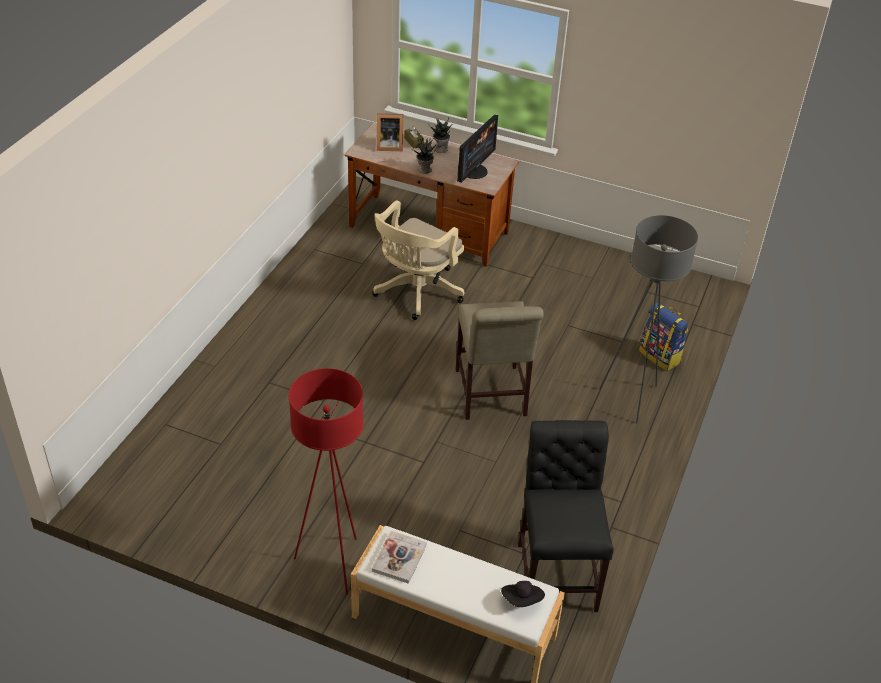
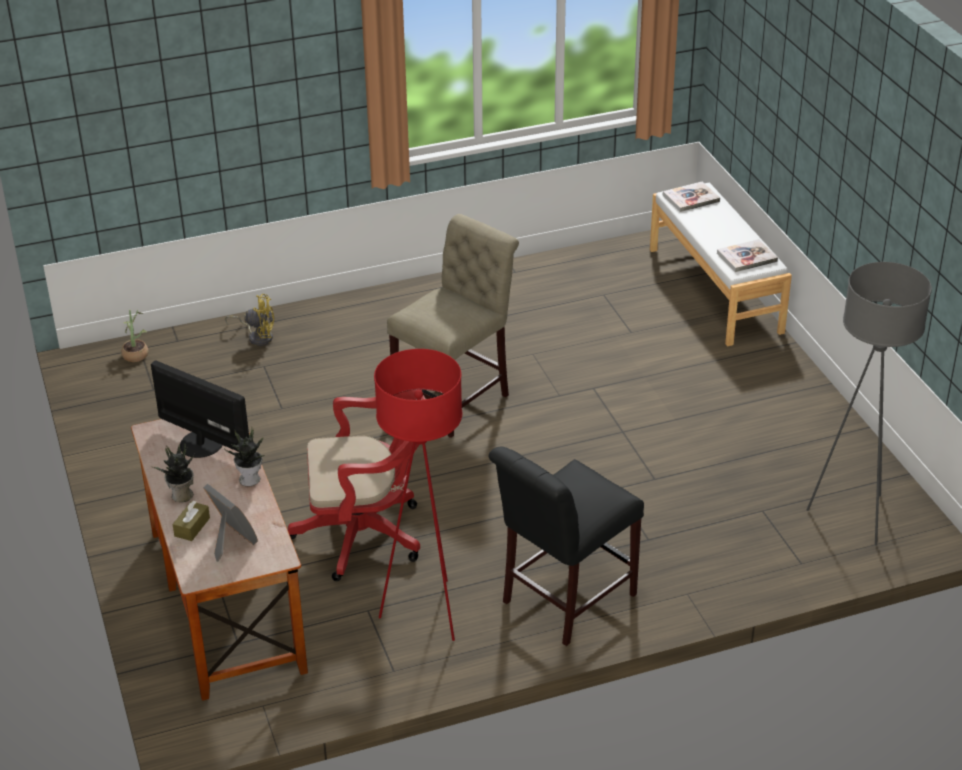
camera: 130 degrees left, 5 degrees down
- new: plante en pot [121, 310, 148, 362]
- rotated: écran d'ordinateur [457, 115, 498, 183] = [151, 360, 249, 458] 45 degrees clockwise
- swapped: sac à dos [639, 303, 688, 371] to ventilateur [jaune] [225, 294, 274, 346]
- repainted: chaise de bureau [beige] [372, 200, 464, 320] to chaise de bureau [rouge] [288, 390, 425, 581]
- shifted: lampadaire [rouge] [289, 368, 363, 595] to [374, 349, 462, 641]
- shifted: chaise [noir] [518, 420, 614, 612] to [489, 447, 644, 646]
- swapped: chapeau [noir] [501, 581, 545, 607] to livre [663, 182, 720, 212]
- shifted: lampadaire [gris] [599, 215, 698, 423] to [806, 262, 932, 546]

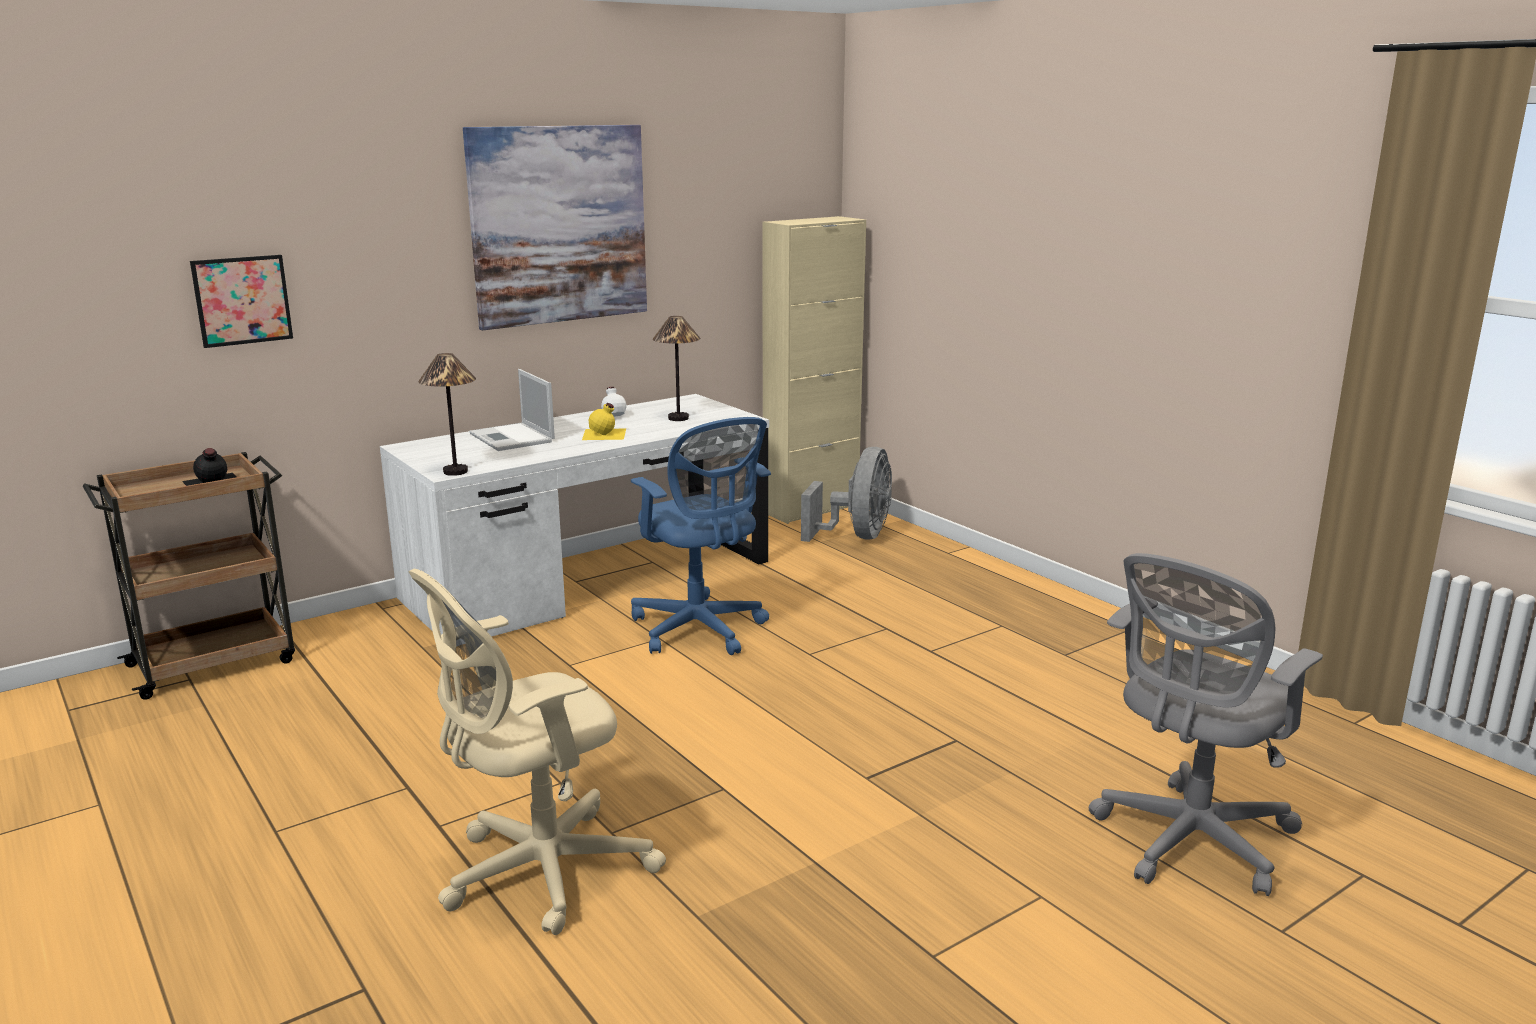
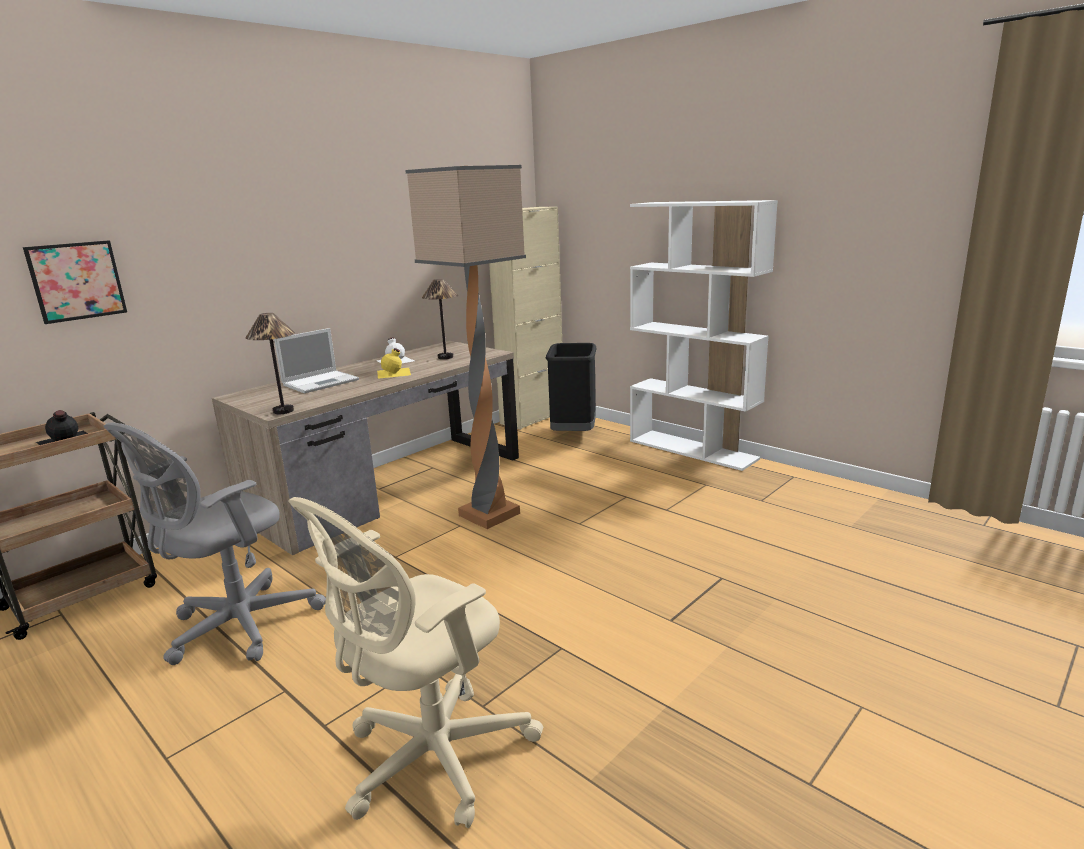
camera: 10 degrees left, 0 degrees up
- shifted: chaise de bureau [gris] [1089, 553, 1323, 896] to [104, 422, 326, 665]
- repainted: bureau [blanc] [380, 394, 769, 637] to bureau [marron] [212, 341, 519, 555]
- rotated: ordinateur portable [469, 369, 555, 451] = [274, 328, 359, 393] 90 degrees counterclockwise
- swapped: chaise de bureau [bleu] [631, 417, 771, 655] to lampadaire [405, 165, 526, 529]
- swapped: ventilateur [gris] [801, 447, 892, 542] to poubelle [noir] [546, 343, 597, 431]
- new: bibliothèque [blanc] [630, 200, 778, 471]
- gone: tableau [463, 125, 647, 330]

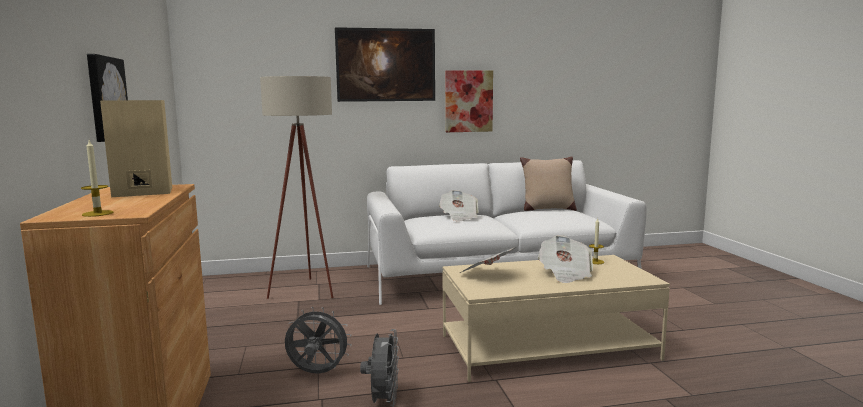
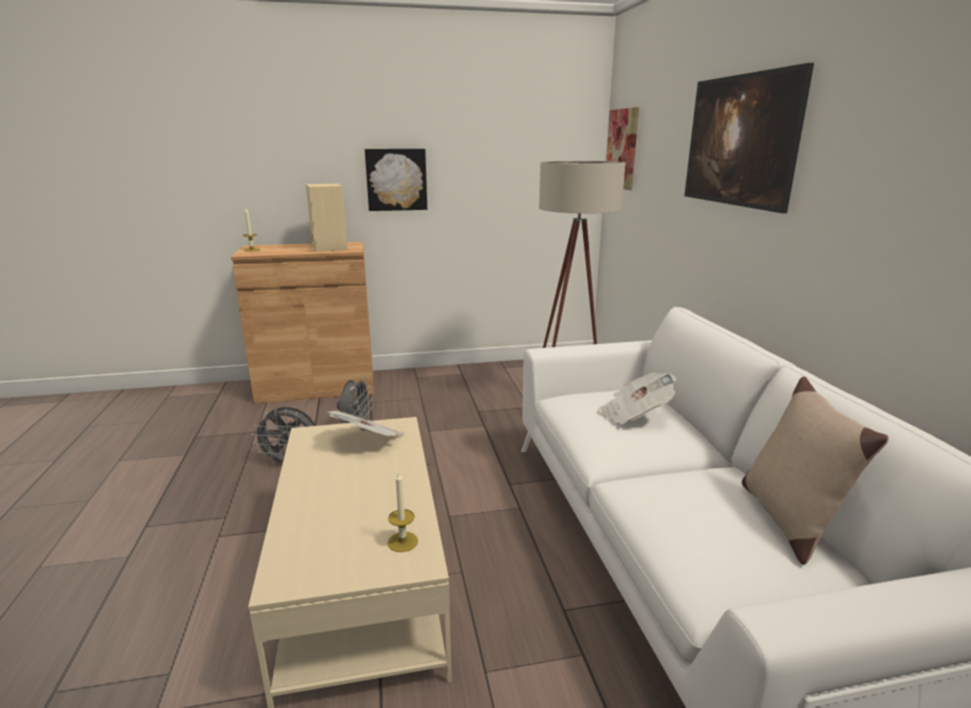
camera: 90 degrees right, 10 degrees up
- shifted: tableau [445, 70, 493, 132] to [606, 107, 639, 190]
- gone: journal [538, 235, 593, 283]

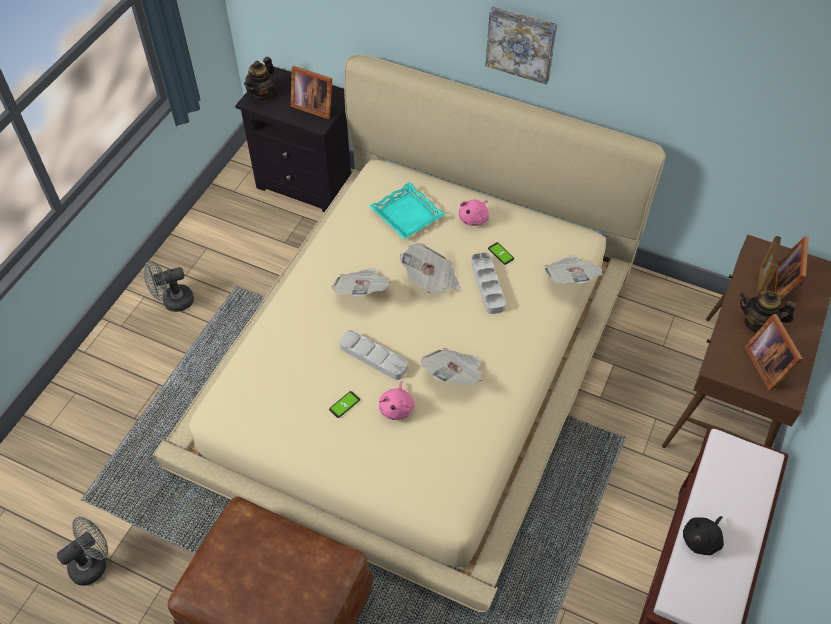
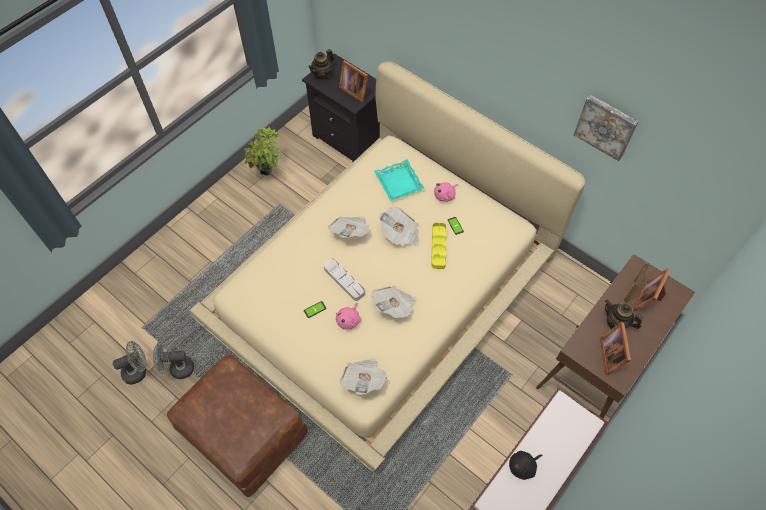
camera: 15 degrees right, 5 degrees up
- shifted: ventilateur [gris] [144, 260, 194, 312] to [153, 341, 194, 379]
- new: plante en pot [244, 127, 282, 176]
- shifted: journal [544, 255, 603, 284] to [340, 358, 387, 395]
- repainted: plateau [gris] [471, 252, 506, 314] to plateau [jaune] [432, 223, 446, 269]
- shifted: tableau [485, 6, 557, 85] to [574, 95, 639, 161]

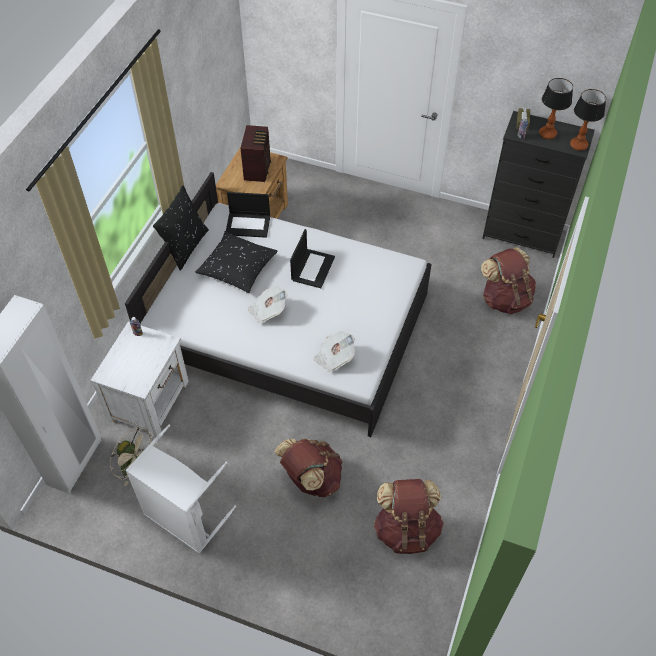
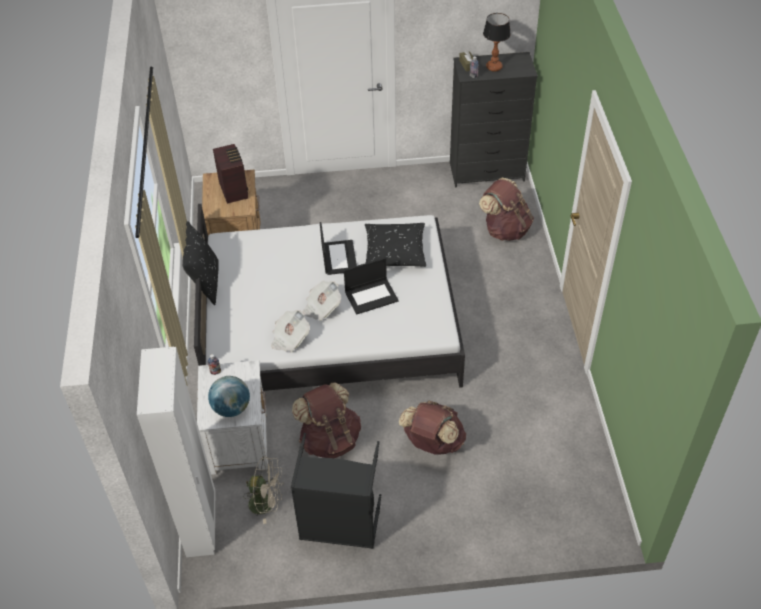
camera: 25 degrees left, 5 degrees down
- new: globe [208, 376, 250, 417]
- shifted: journal [314, 331, 355, 372] to [271, 310, 310, 353]
- repainted: panier à linge [blanc] [125, 424, 236, 553] to panier à linge [noir] [291, 433, 382, 549]
- shifted: sac à dos [marron] [374, 479, 444, 554] to [292, 382, 361, 458]
- shifted: ordinateur portable [226, 192, 270, 238] to [344, 257, 399, 315]
- shifted: coussin [noir] [195, 231, 278, 293] to [365, 223, 426, 267]
- gone: lampe de table [570, 89, 606, 151]

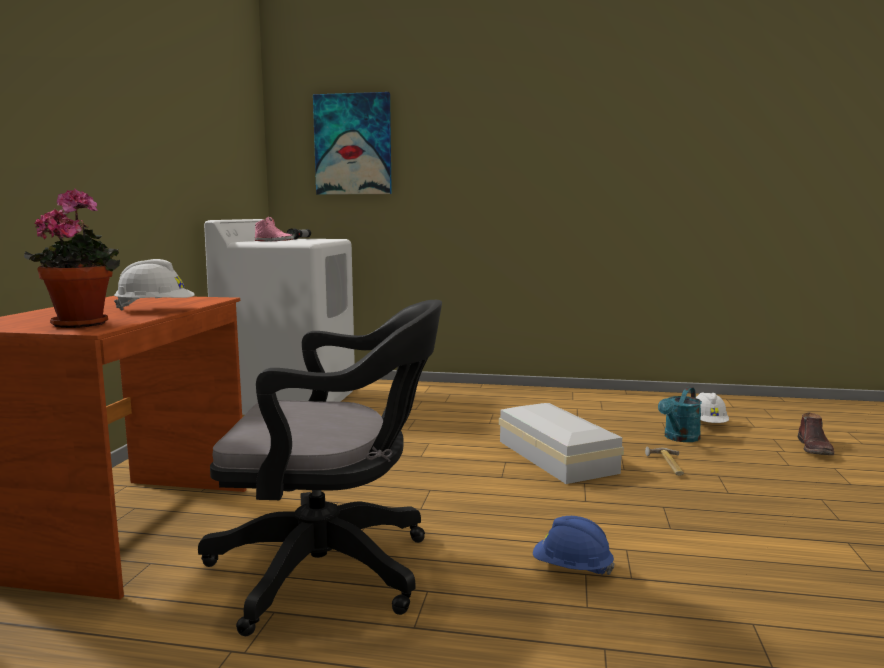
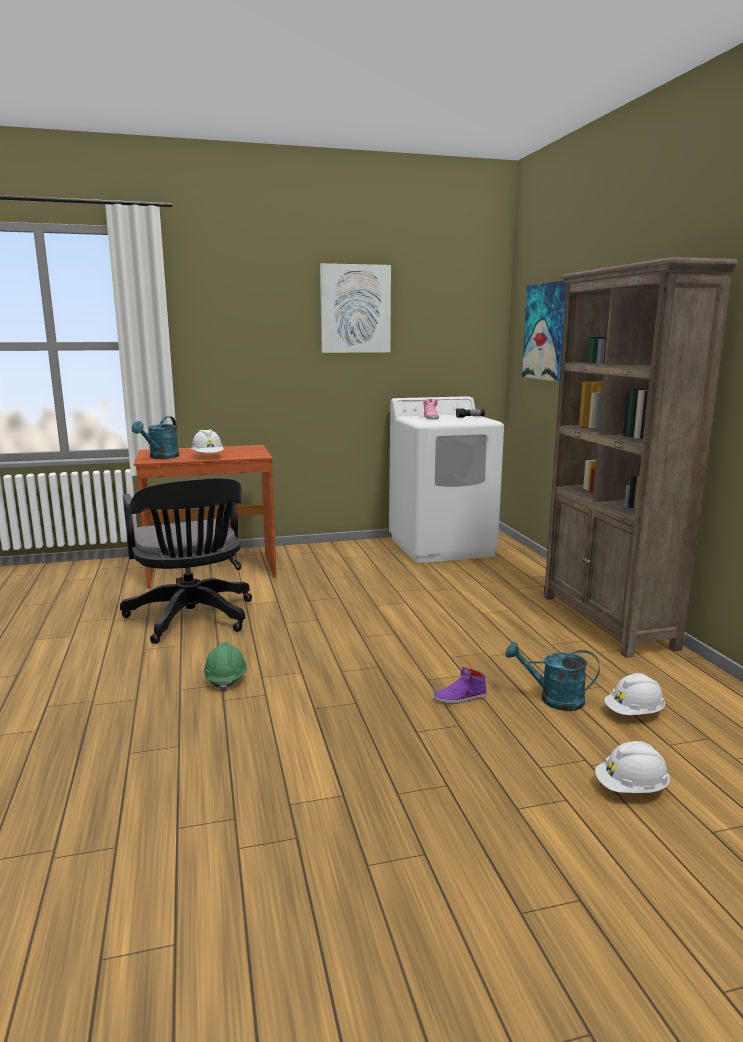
camera: 65 degrees right, 5 degrees up
- swapped: plante en pot [24, 188, 120, 328] to arrosoir [turquoise] [132, 416, 179, 459]
- repainted: casque de chantier [bleu] [533, 516, 615, 575] to casque de chantier [vert] [203, 642, 247, 692]
- new: tableau [320, 263, 391, 353]
- swapped: marteau [645, 447, 684, 476] to chaussure [violet] [433, 667, 487, 704]
- new: bibliothèque [marron] [543, 257, 738, 658]
- swapped: botte [marron] [798, 413, 834, 455] to casque de chantier [blanc] [595, 741, 670, 793]
- gone: boîte de rangement [blanc] [499, 403, 624, 484]

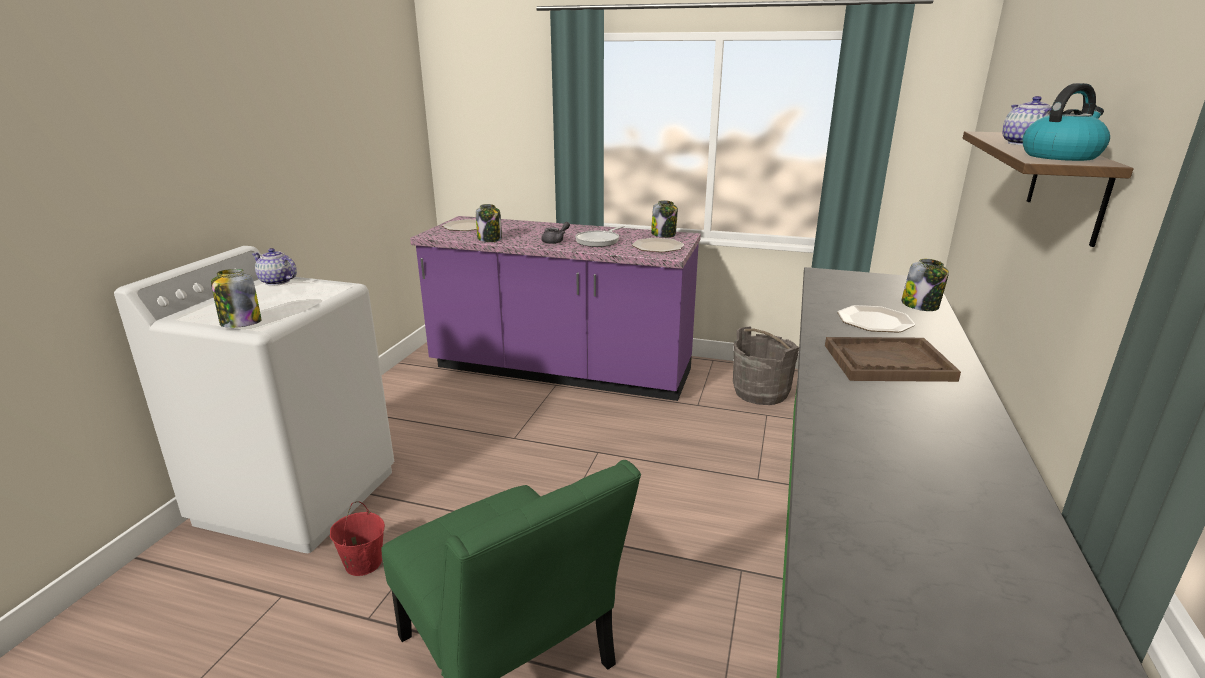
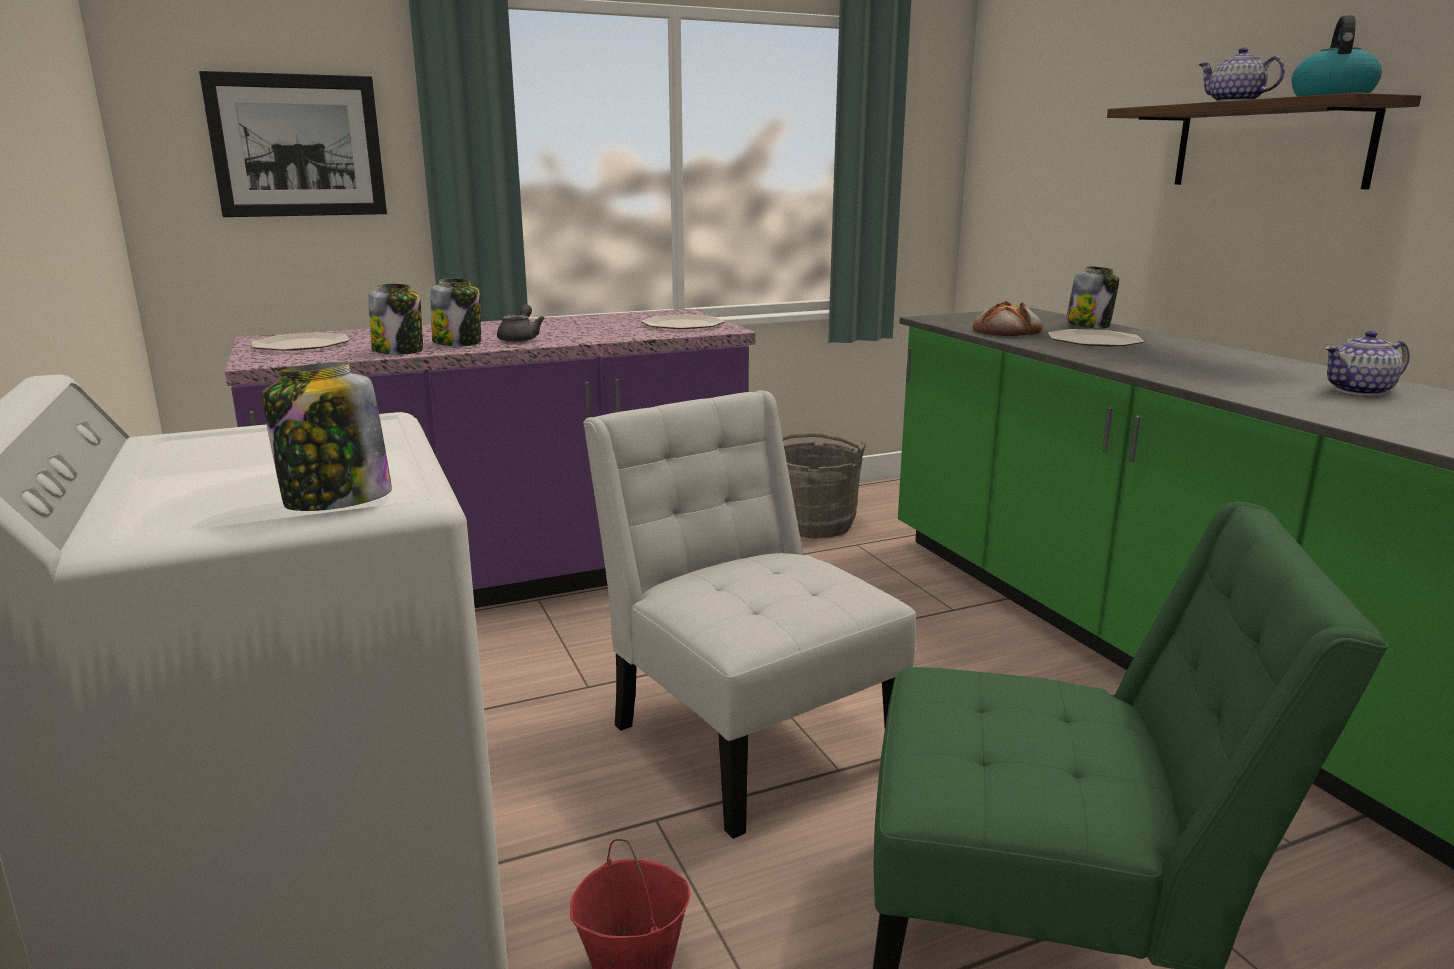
camera: 40 degrees left, 5 degrees down
- new: tableau [199, 71, 387, 217]
- shifted: bocal [651, 200, 678, 238] to [431, 278, 481, 346]
- new: chaise [blanc] [583, 391, 916, 839]
- new: pain [973, 301, 1043, 336]
- shifted: théière [252, 248, 297, 285] to [1325, 331, 1409, 396]
- gone: poêle [575, 226, 625, 247]
- gone: plateau [marron] [825, 337, 961, 382]

